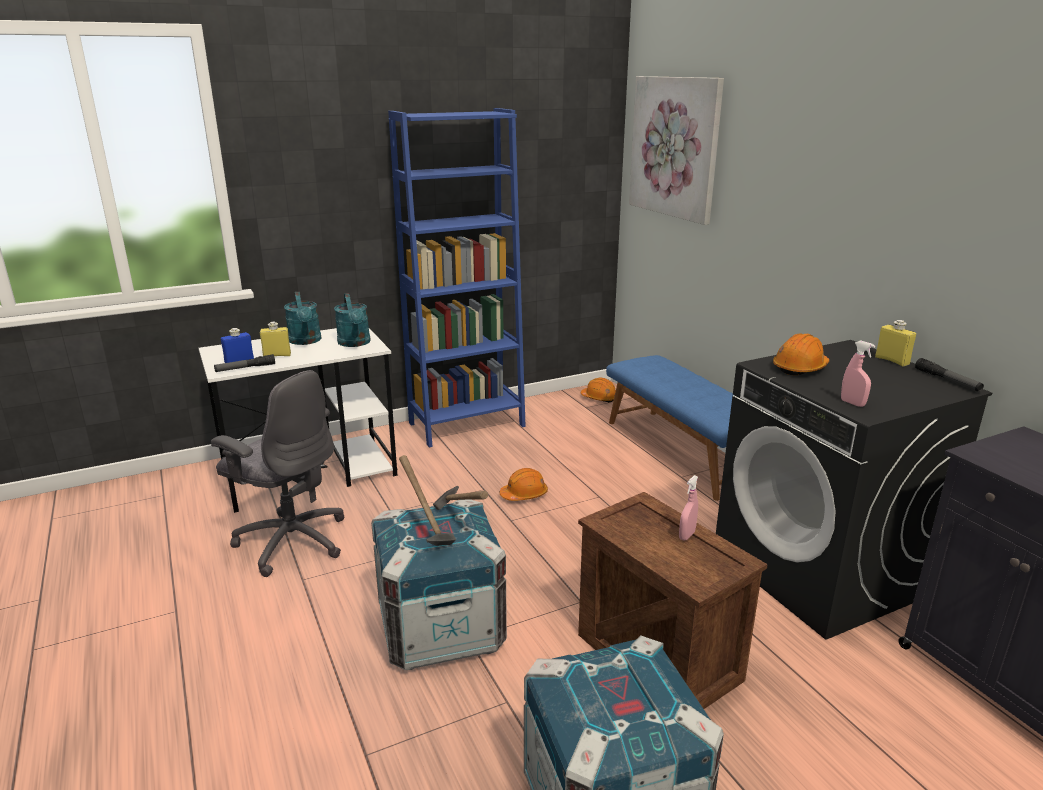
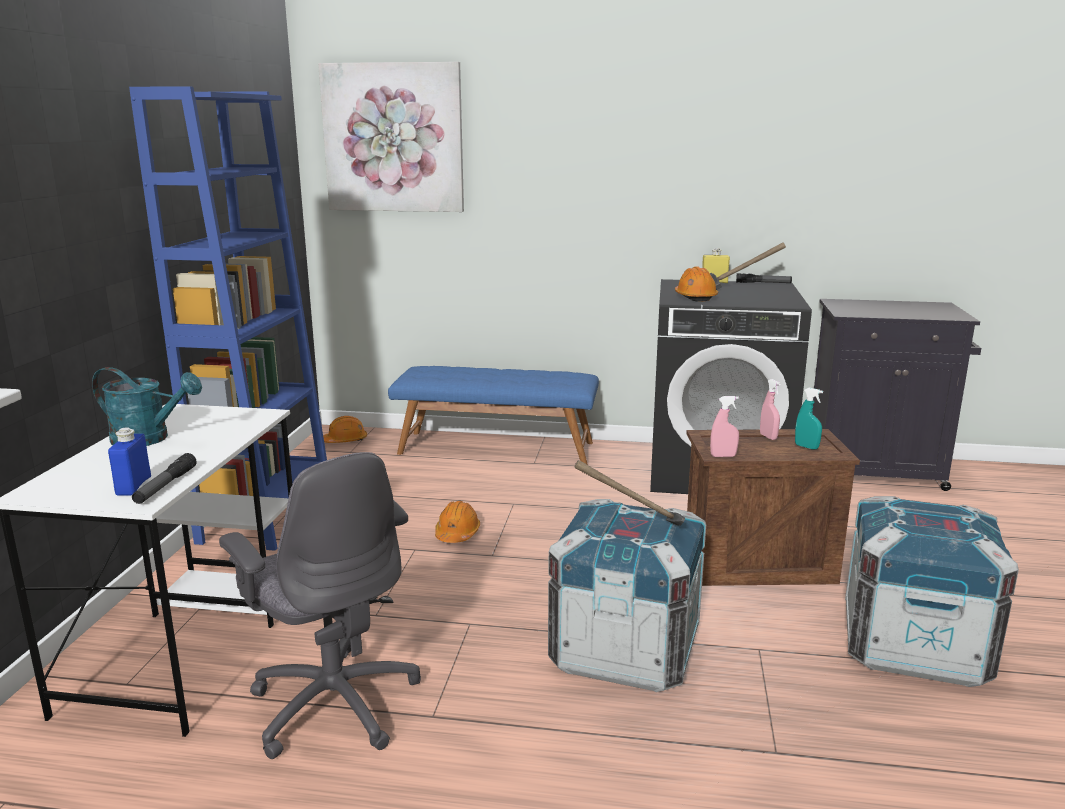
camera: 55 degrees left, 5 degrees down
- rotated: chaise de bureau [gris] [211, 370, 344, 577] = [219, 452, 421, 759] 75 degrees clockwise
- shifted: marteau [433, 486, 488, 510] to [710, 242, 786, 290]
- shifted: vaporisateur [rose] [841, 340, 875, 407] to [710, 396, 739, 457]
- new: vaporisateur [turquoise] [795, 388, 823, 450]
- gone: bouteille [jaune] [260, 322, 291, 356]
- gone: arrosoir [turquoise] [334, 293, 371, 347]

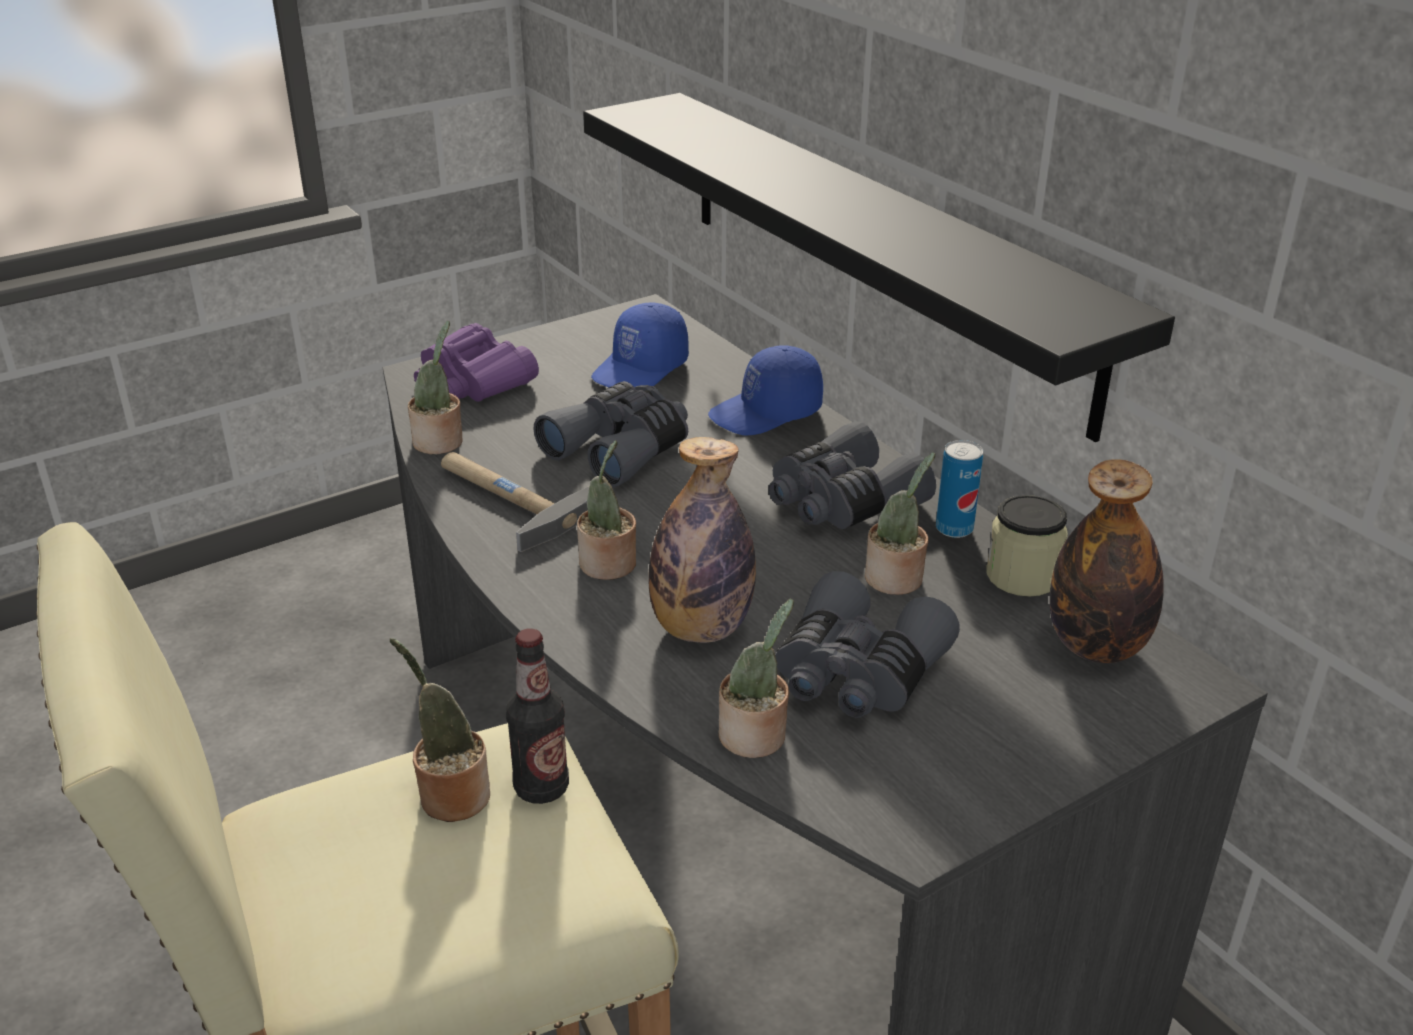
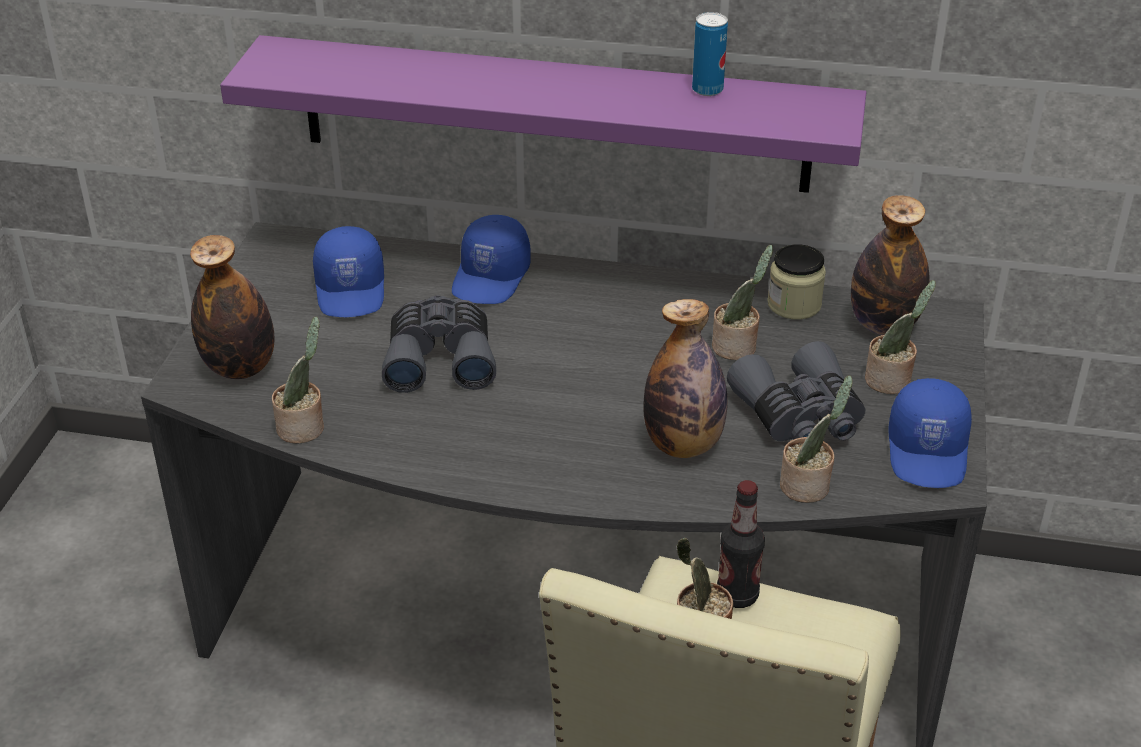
camera: 45 degrees left, 5 degrees up
- swapped: jumelles [violet] [414, 323, 539, 402] to bouteille [190, 235, 275, 379]
- repainted: étagère [noir] [583, 93, 1175, 442] to étagère [violet] [220, 35, 866, 193]
- shifted: boîte métallique [936, 440, 983, 538] to [692, 12, 728, 96]
- shifted: plante en pot [577, 440, 636, 580] to [865, 280, 936, 394]
- new: casquette [bleu] [888, 378, 972, 488]
- gone: marteau [441, 452, 589, 552]
- gone: jumelles [gris] [768, 421, 936, 529]

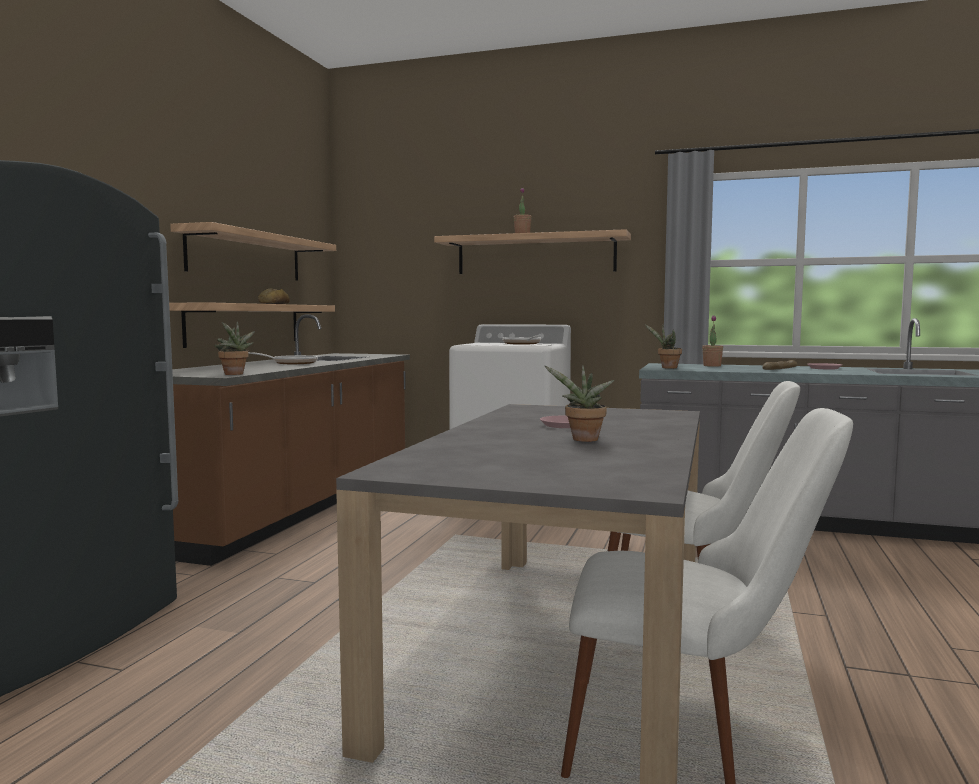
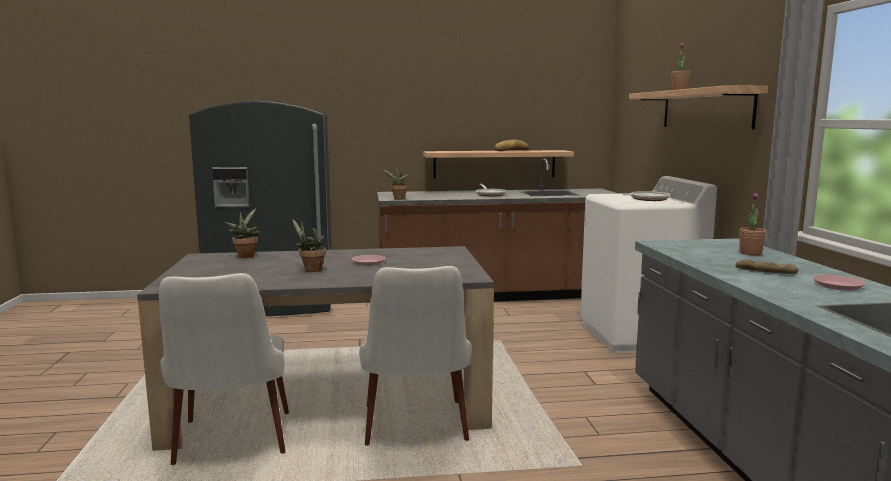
camera: 65 degrees right, 5 degrees up
- shifted: plante en pot [644, 324, 682, 369] to [225, 209, 260, 258]
- gone: étagère [170, 222, 336, 281]

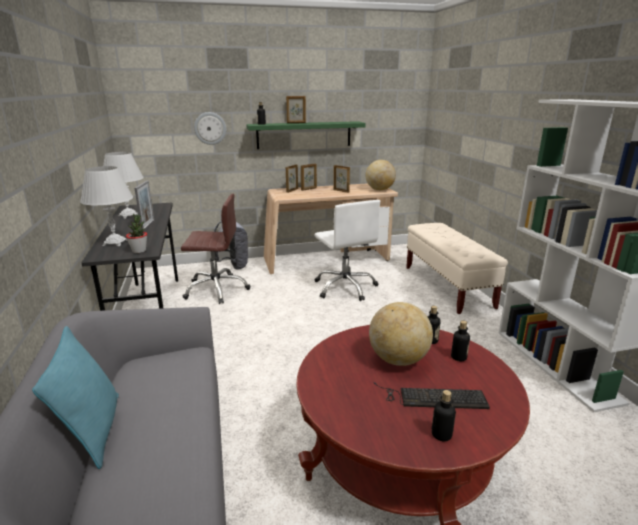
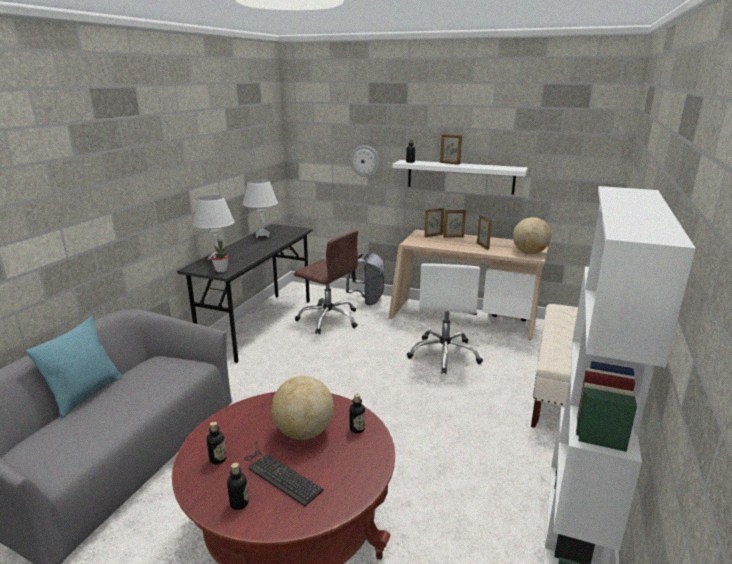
camera: 35 degrees right, 0 degrees up
- shifted: bouteille [451, 321, 470, 361] to [207, 421, 227, 464]
- repainted: étagère [vert] [246, 121, 366, 149] to étagère [blanc] [393, 160, 528, 195]
- gone: cadre photo [134, 180, 155, 229]

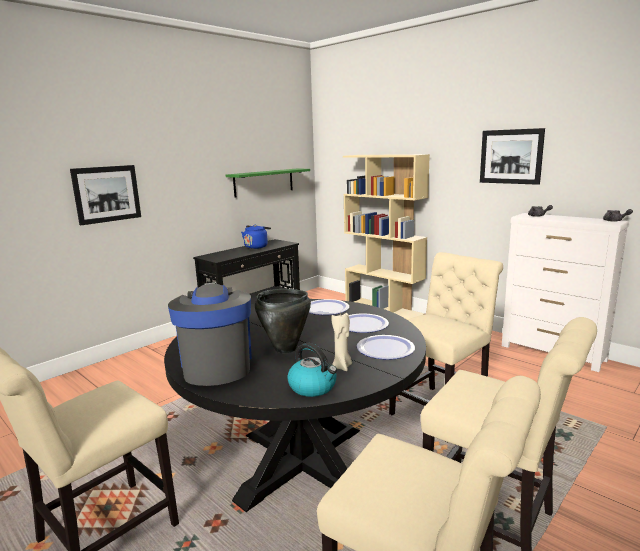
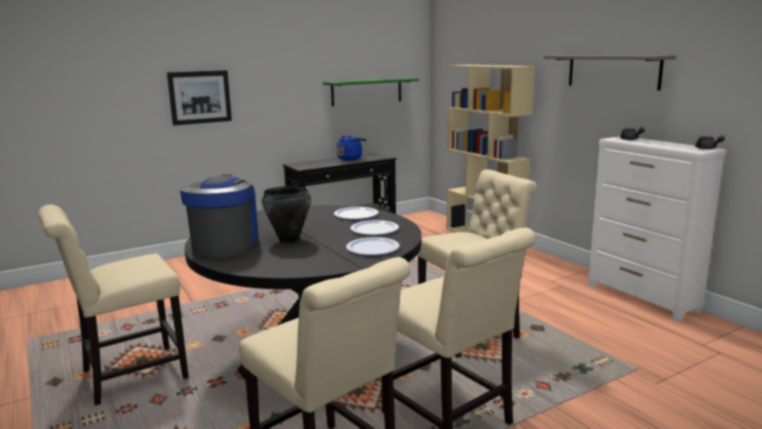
camera: 15 degrees right, 0 degrees up
- swapped: tableau [480, 128, 545, 185] to étagère [gris] [544, 55, 676, 90]
- gone: bouilloire [287, 343, 337, 397]
- gone: bougie [beige] [332, 312, 352, 371]

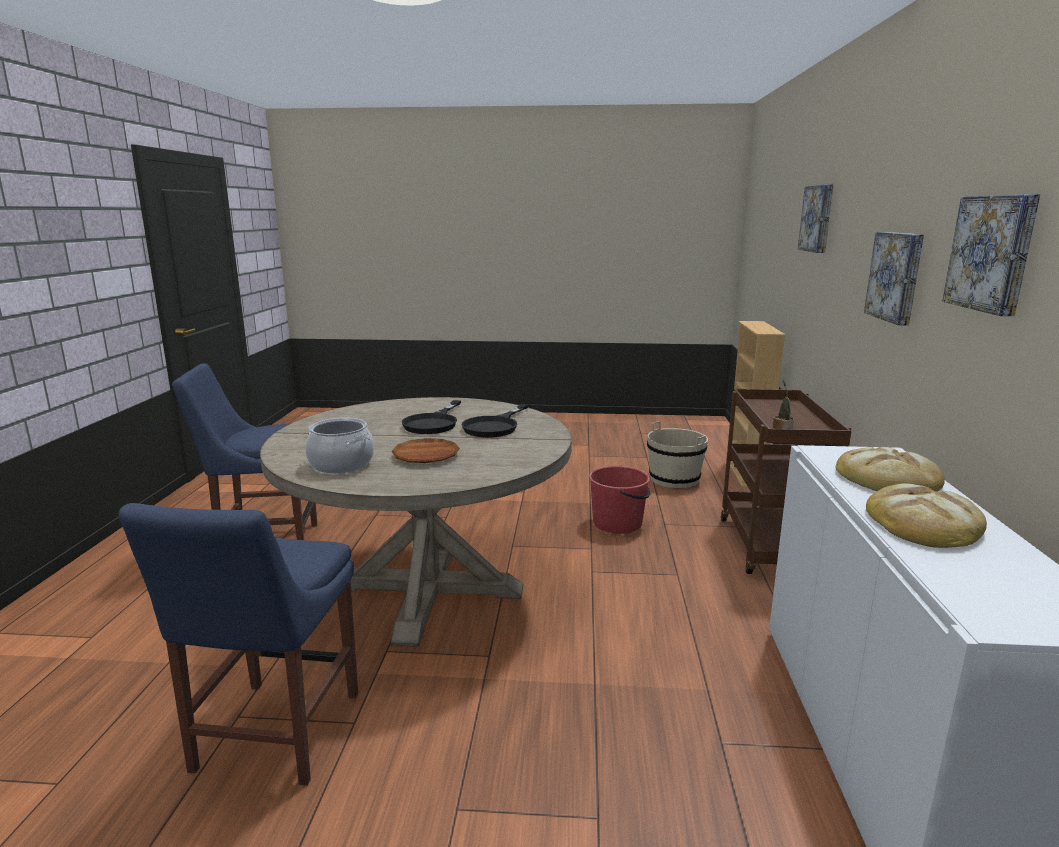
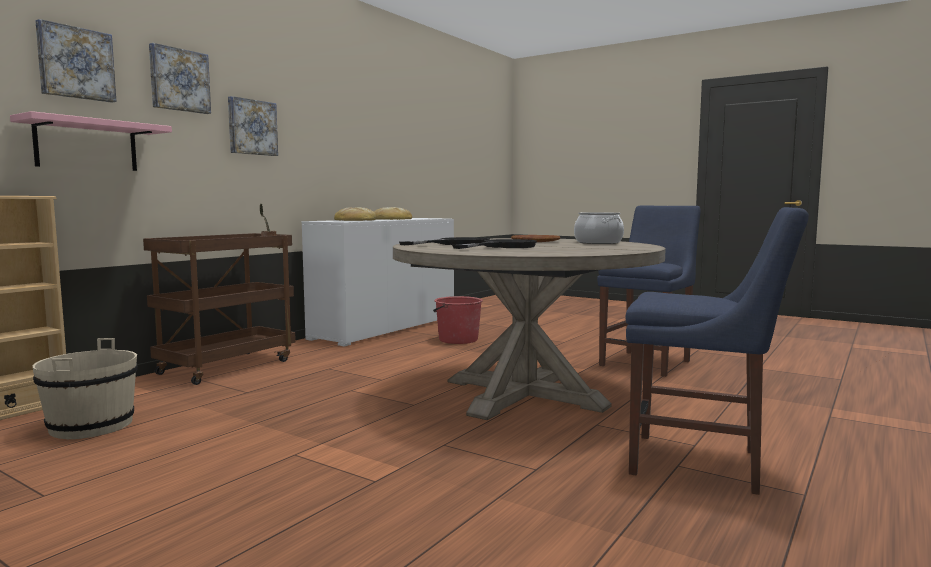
camera: 150 degrees left, 10 degrees down
- new: étagère [rose] [10, 111, 172, 171]
- shifted: tableau [942, 194, 1040, 316] to [149, 43, 211, 114]
- shifted: seau [rouge] [589, 465, 651, 534] to [433, 296, 483, 344]

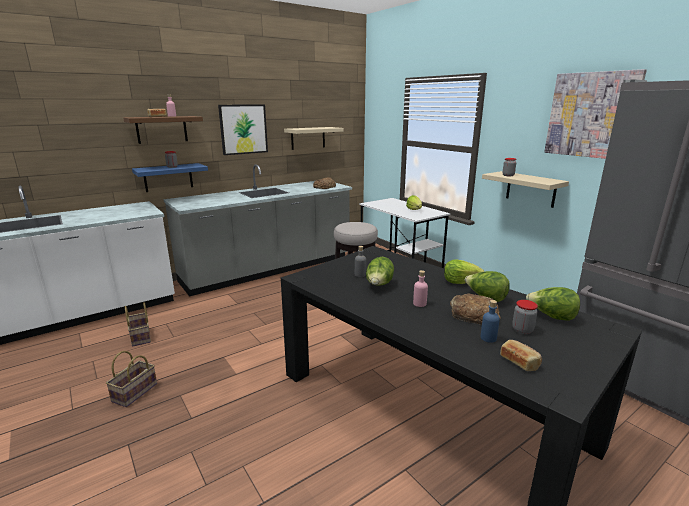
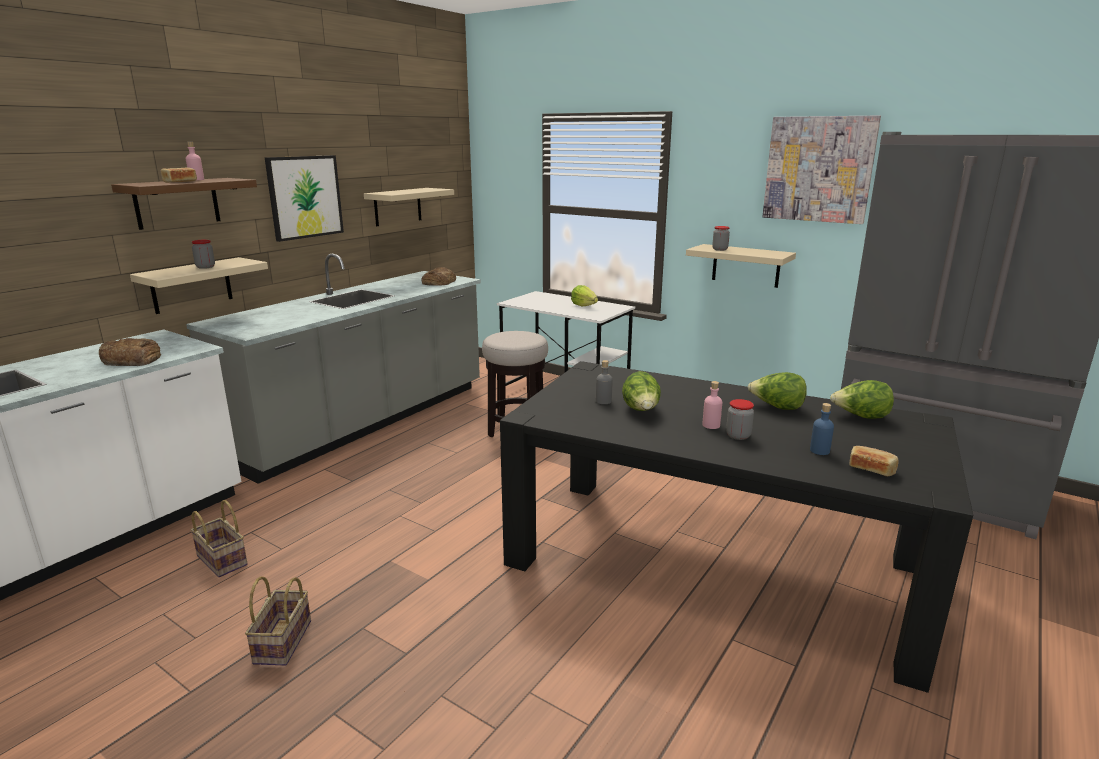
camera: 20 degrees left, 0 degrees up
- shifted: pain [450, 293, 501, 325] to [99, 338, 161, 366]
- repainted: étagère [bleu] [132, 163, 208, 192] to étagère [beige] [130, 257, 268, 314]
- shifted: bocal [512, 300, 538, 334] to [726, 399, 754, 440]
- gone: laitue [444, 260, 484, 284]

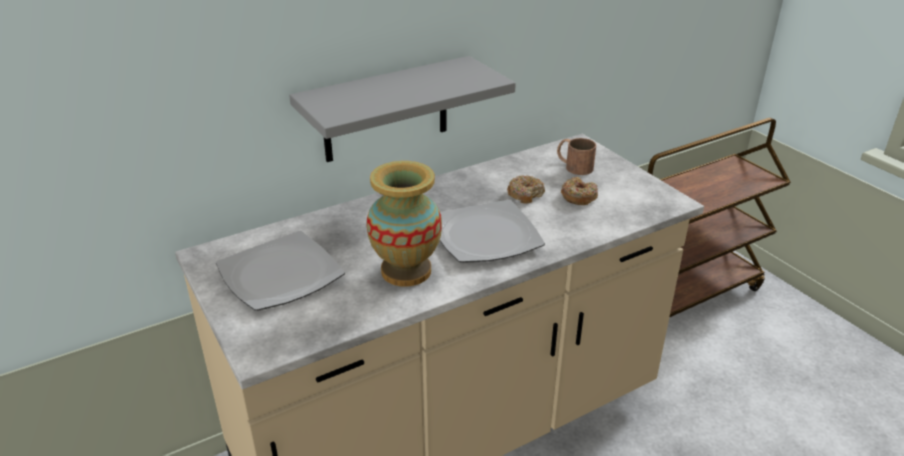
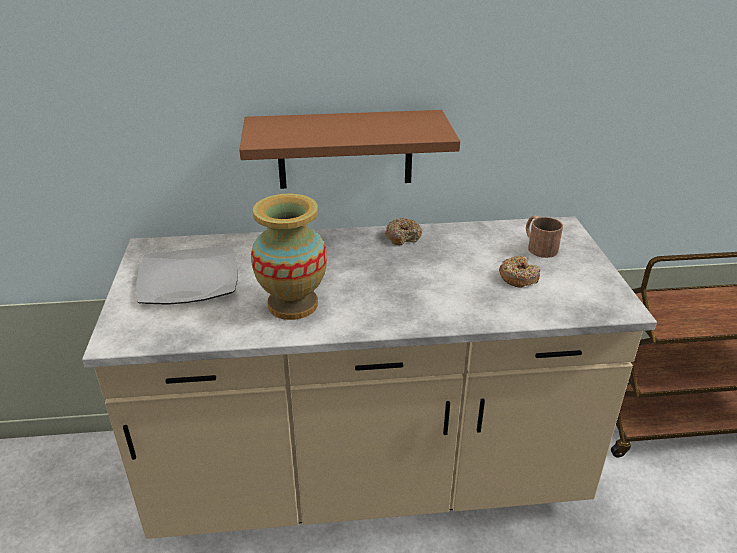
camera: 25 degrees right, 0 degrees up
- repainted: étagère [gris] [289, 56, 516, 162] to étagère [marron] [239, 110, 460, 189]
- shifted: beignet [507, 175, 545, 204] to [385, 218, 422, 245]
- gone: assiette [440, 200, 545, 263]

